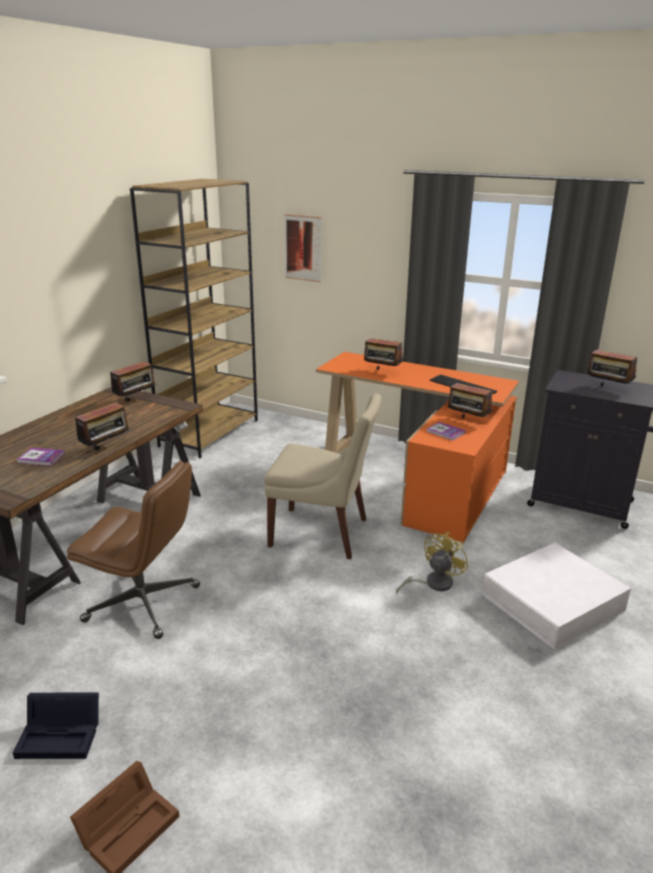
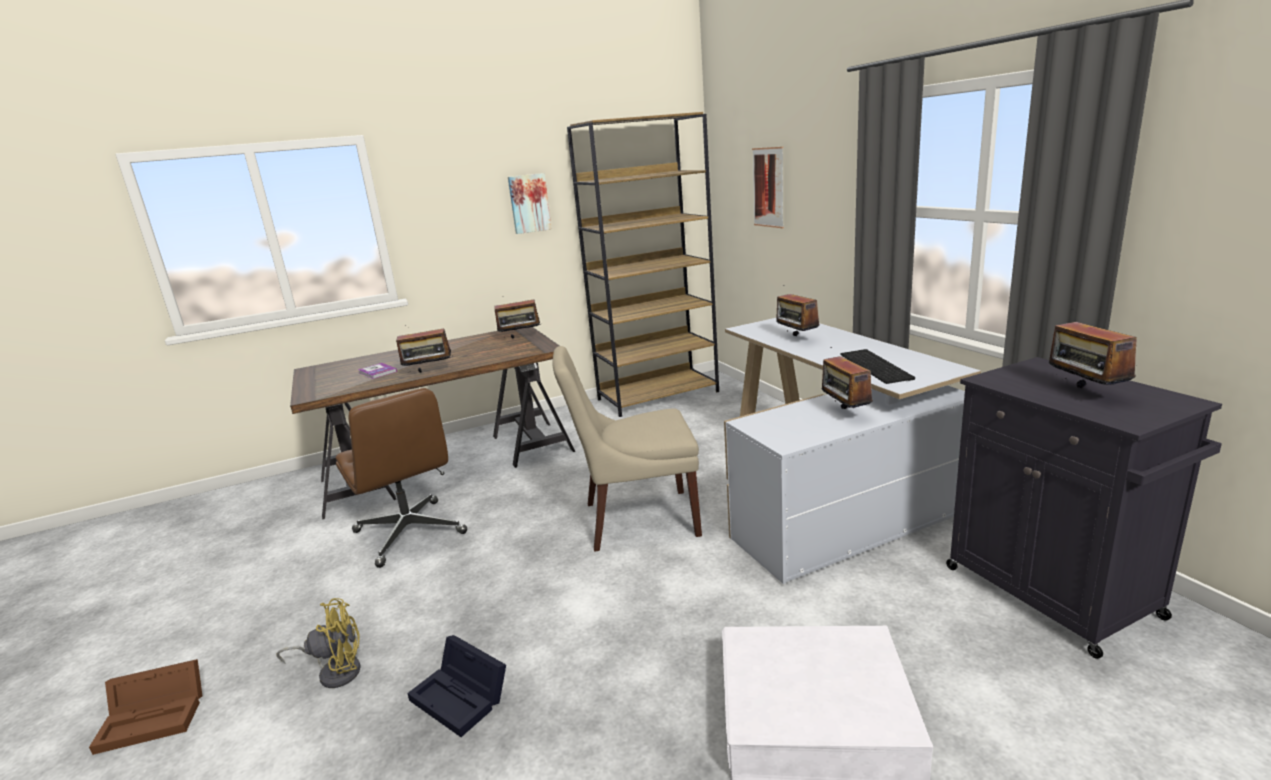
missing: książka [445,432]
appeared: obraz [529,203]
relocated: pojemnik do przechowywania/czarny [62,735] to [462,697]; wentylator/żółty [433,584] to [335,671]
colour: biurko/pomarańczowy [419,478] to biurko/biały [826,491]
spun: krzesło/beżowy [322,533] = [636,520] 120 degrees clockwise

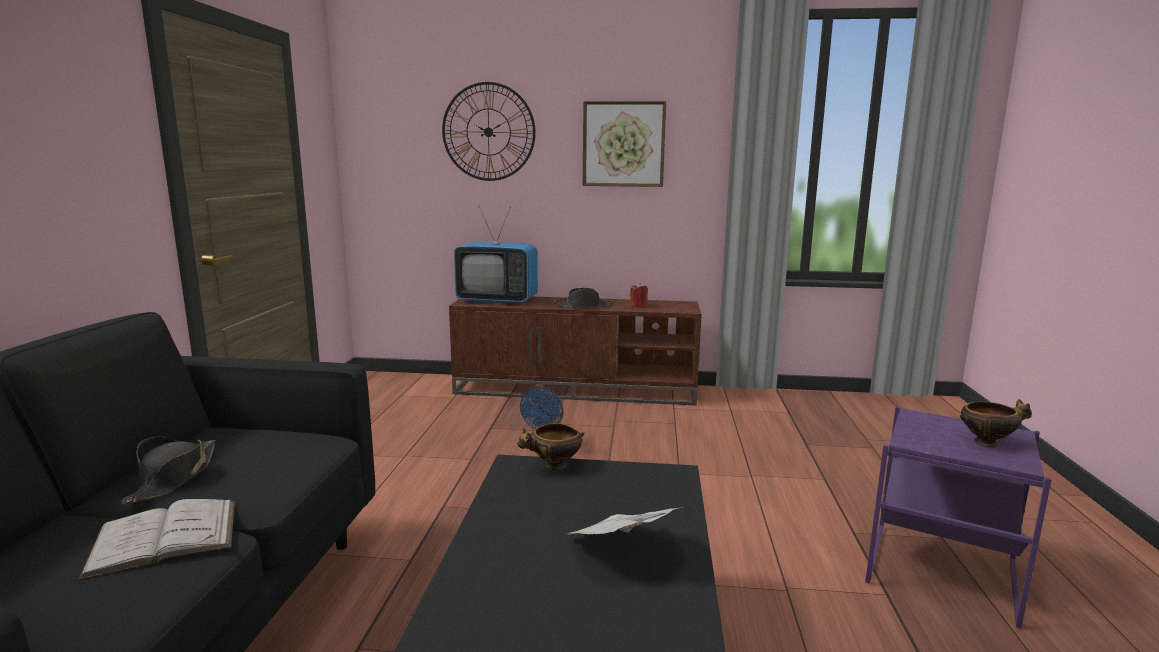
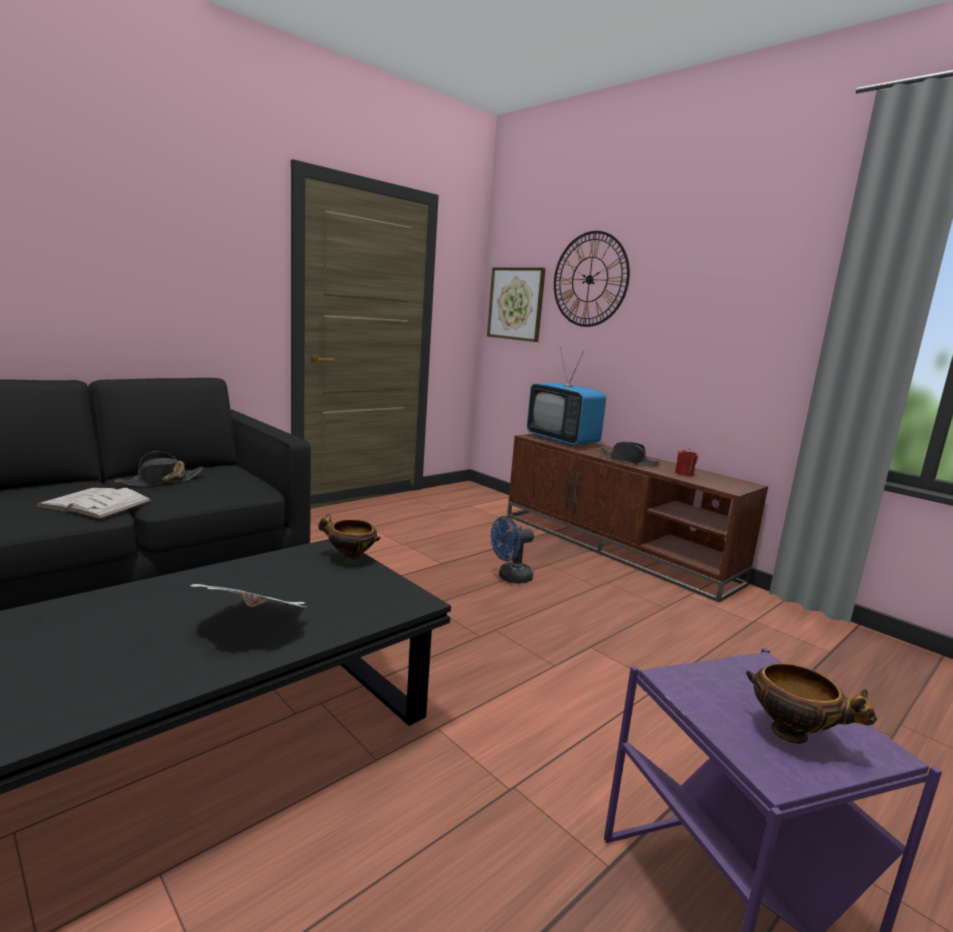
relocated: obraz [623,144] to [516,304]

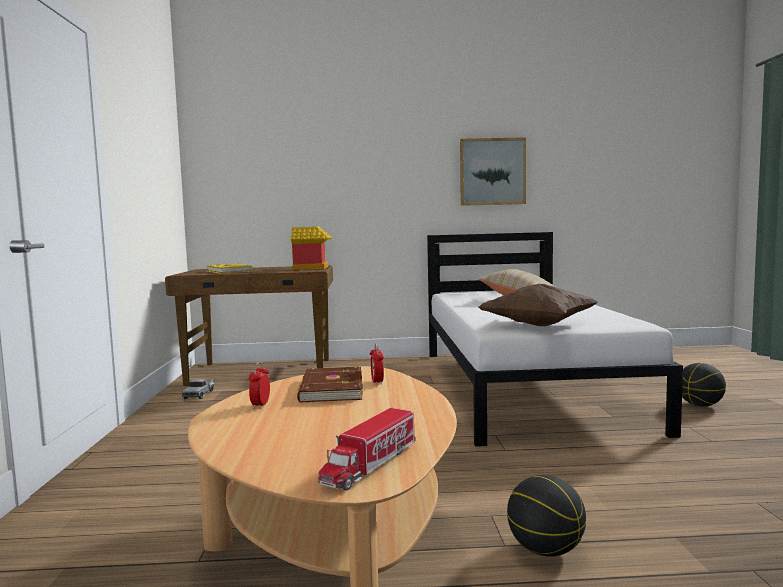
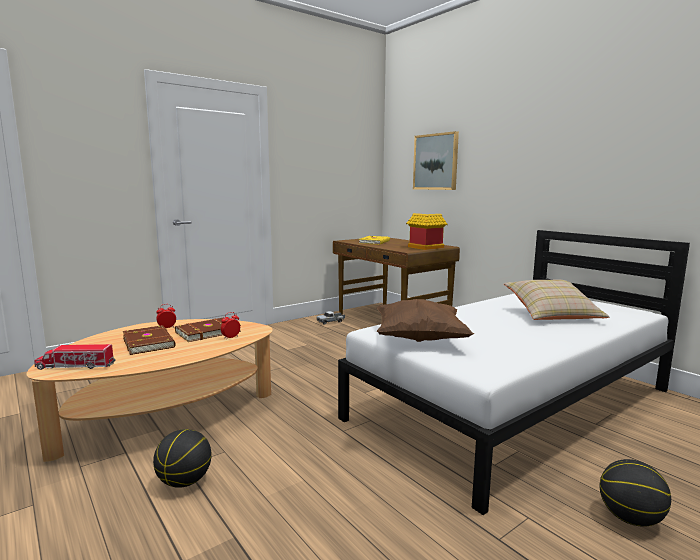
appeared: książka/brązowy [149,342]
relocated: obraz [492,172] to [435,162]

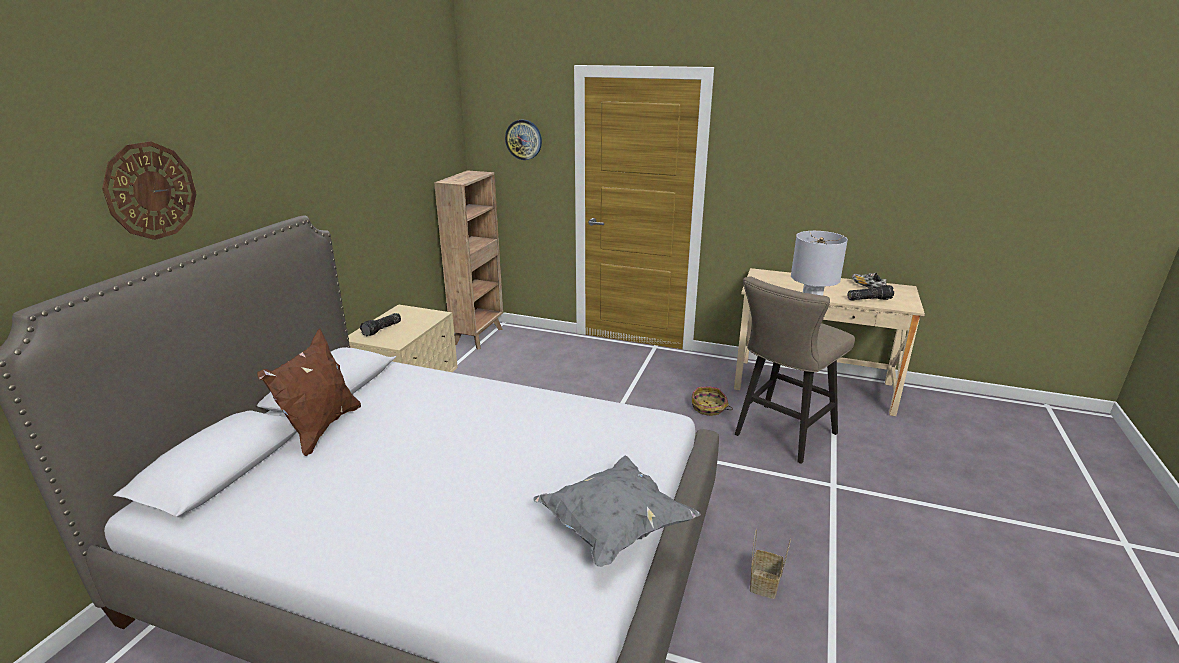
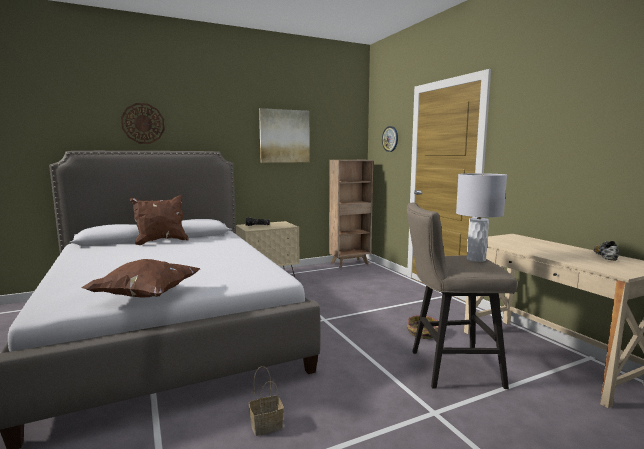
missing: latarka [869,299]
appeared: obraz [284,136]
colour: poduszka/szary [614,528] to poduszka/brązowy [145,296]

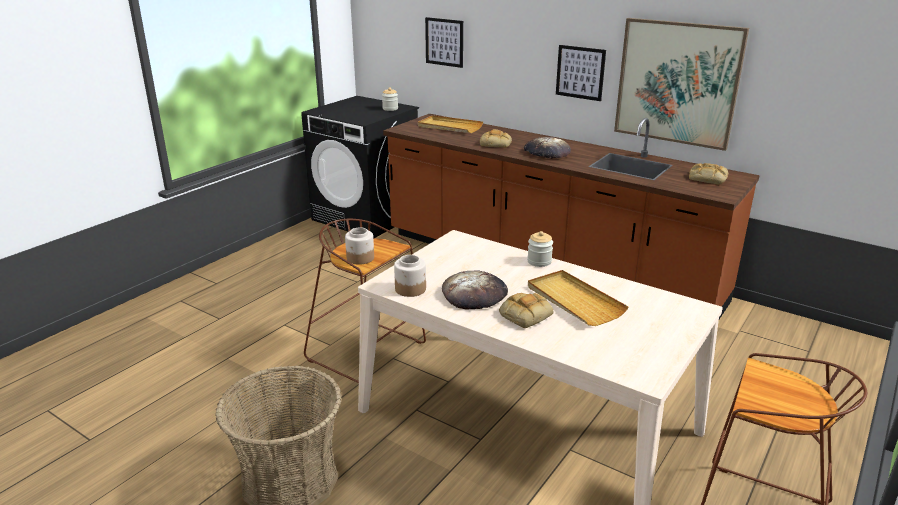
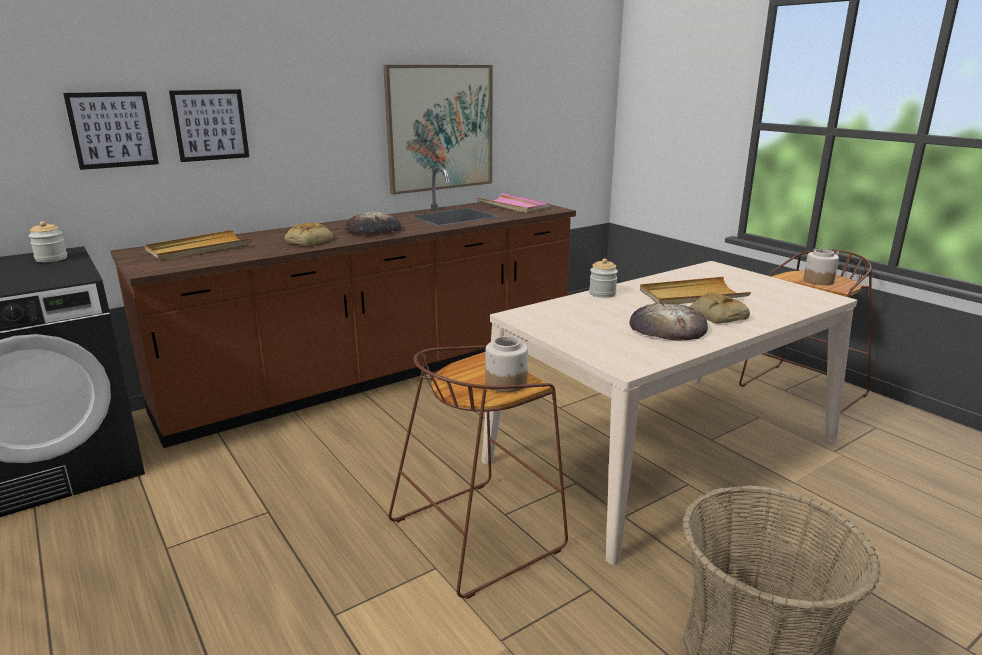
relocated: słoik [411,289] to [818,281]; obraz [580,72] to [210,125]
exchanged: chleb [707,178] to taca/różowy [513,206]

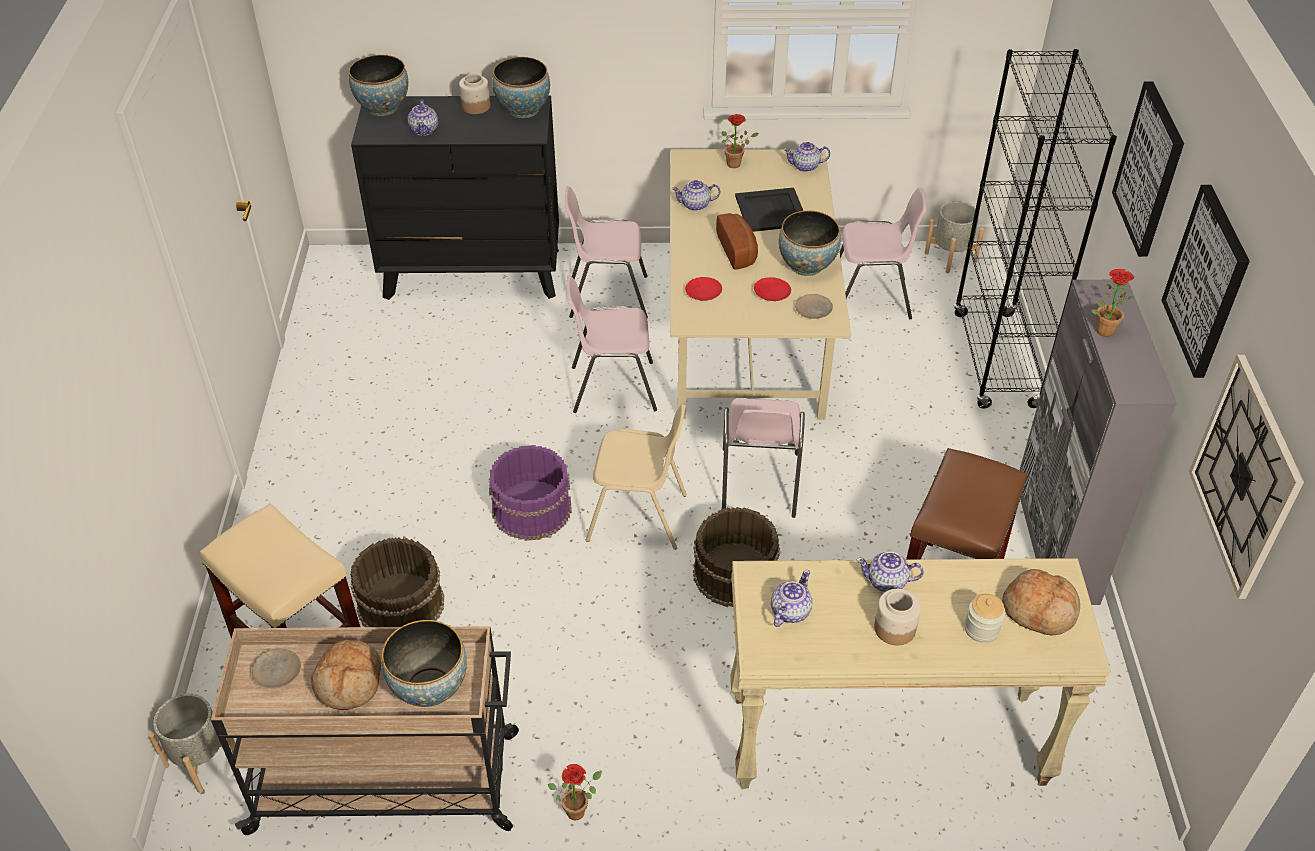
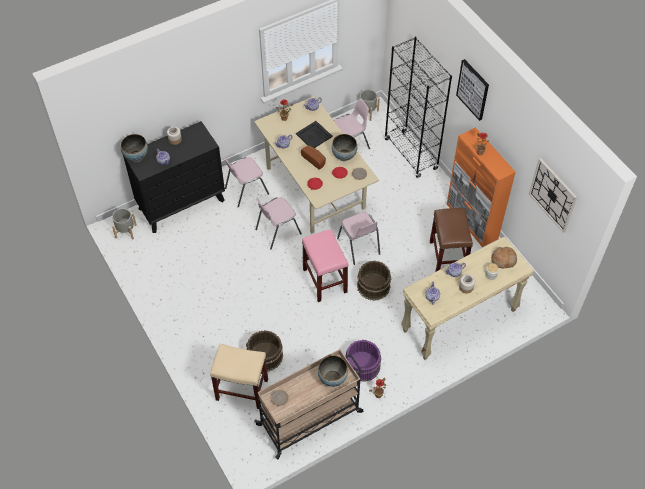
missing: chleb [349,681]; miska [523,110]; obraz [1207,281]
relocated: donica/szary [201,759] to [126,231]; wiadro/fioletowy [530,509] to [362,365]
exchanged: krzesło/beżowy [638,517] to stołek/różowy [325,281]
colour: szafka/szary [1056,542] to szafka/pomarańczowy [472,221]

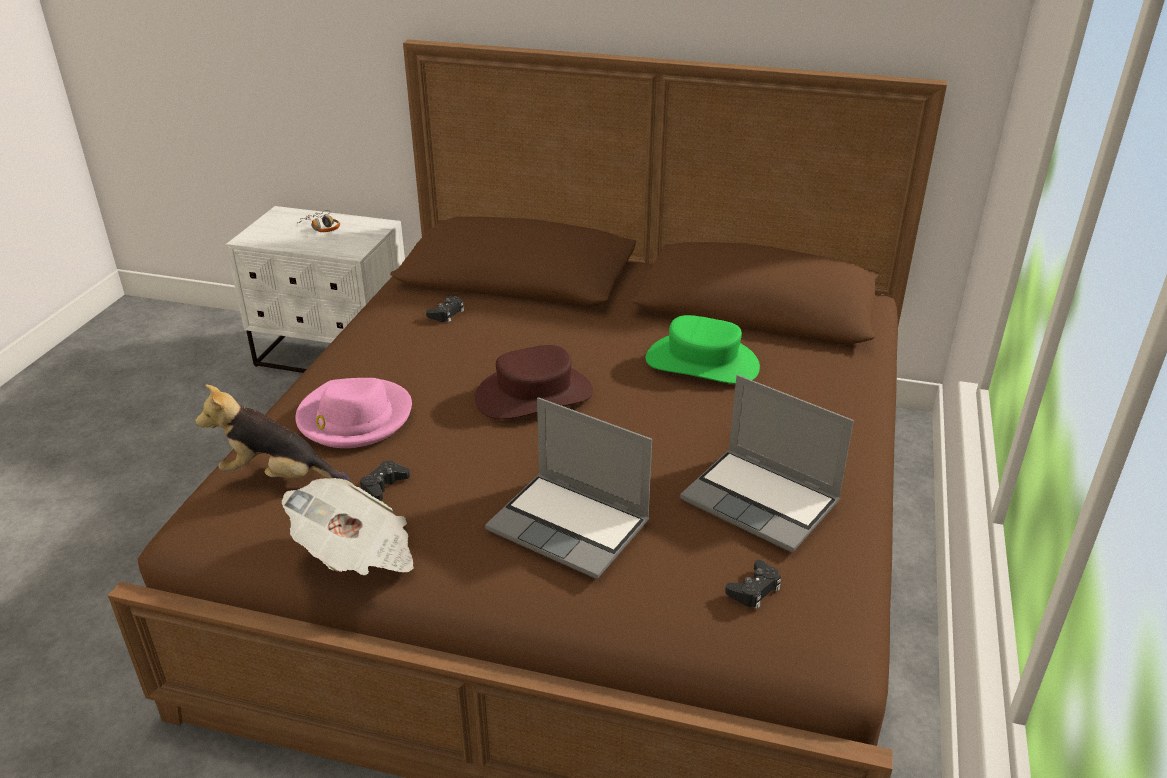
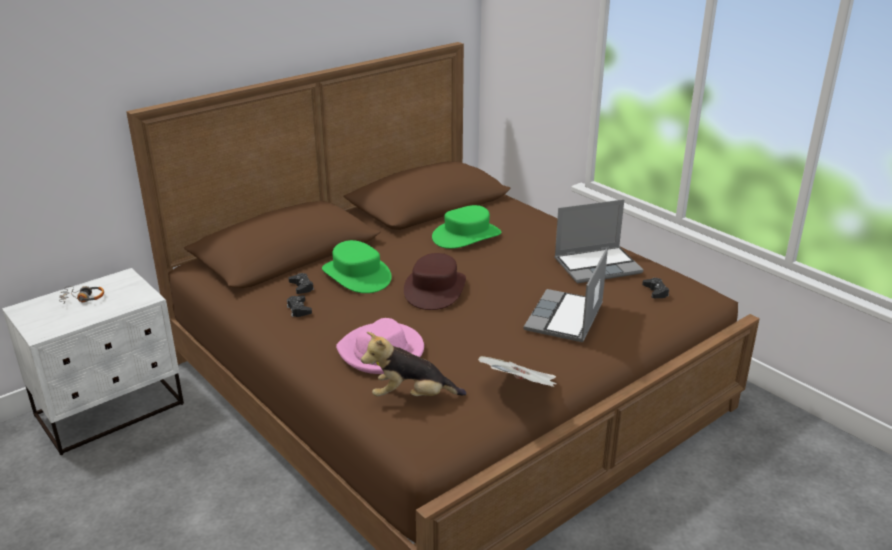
appeared: kapelusz/zielony [357,275]
relocated: pad do gier/czarny [384,485] to [299,309]
spun: pluszak [278,476] = [412,397] 45 degrees clockwise; laptop [571,526] = [565,318] 135 degrees clockwise

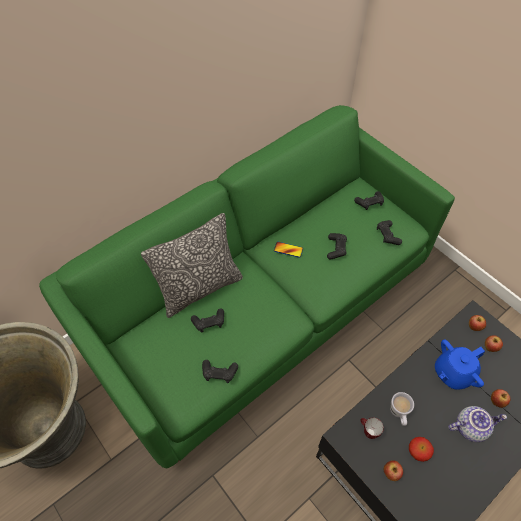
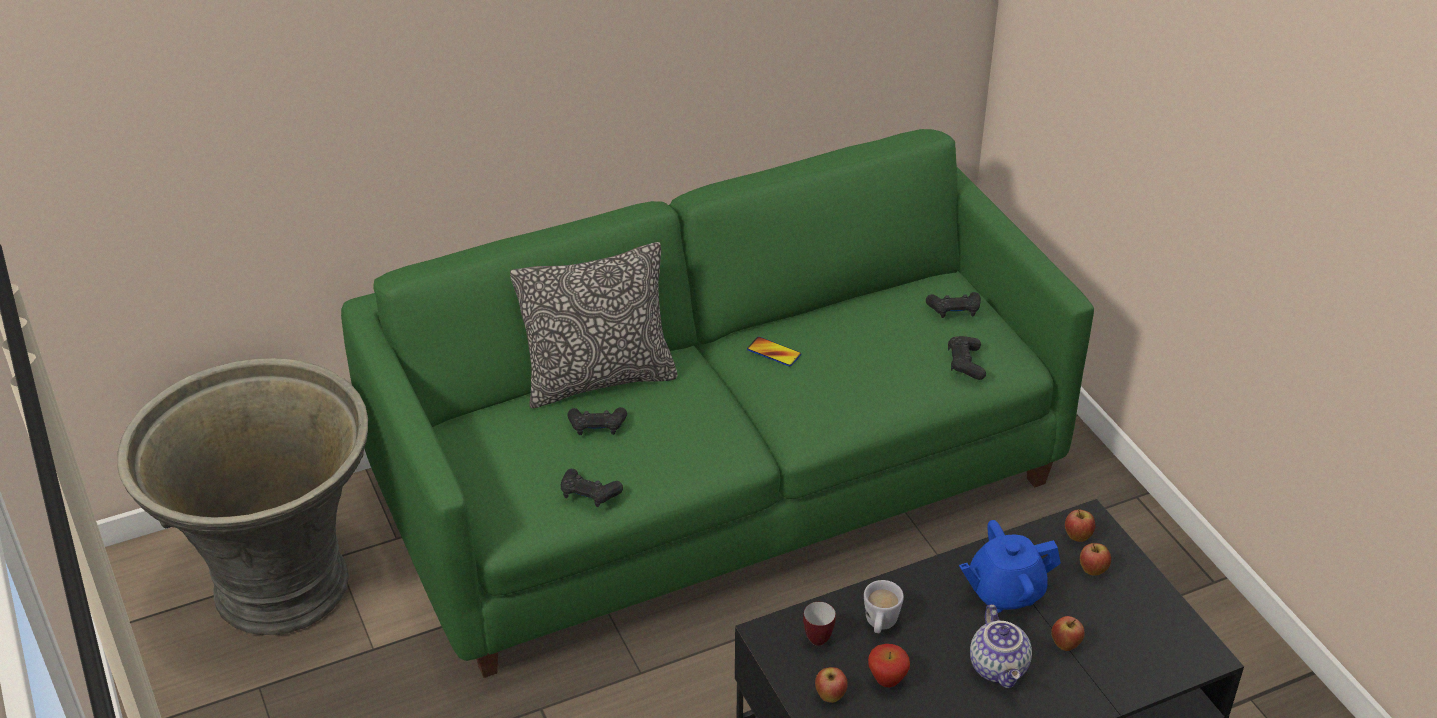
missing: pad do gier/czarny [336,248]
spun: imbryk [470,426] = [1000,668] 75 degrees clockwise

